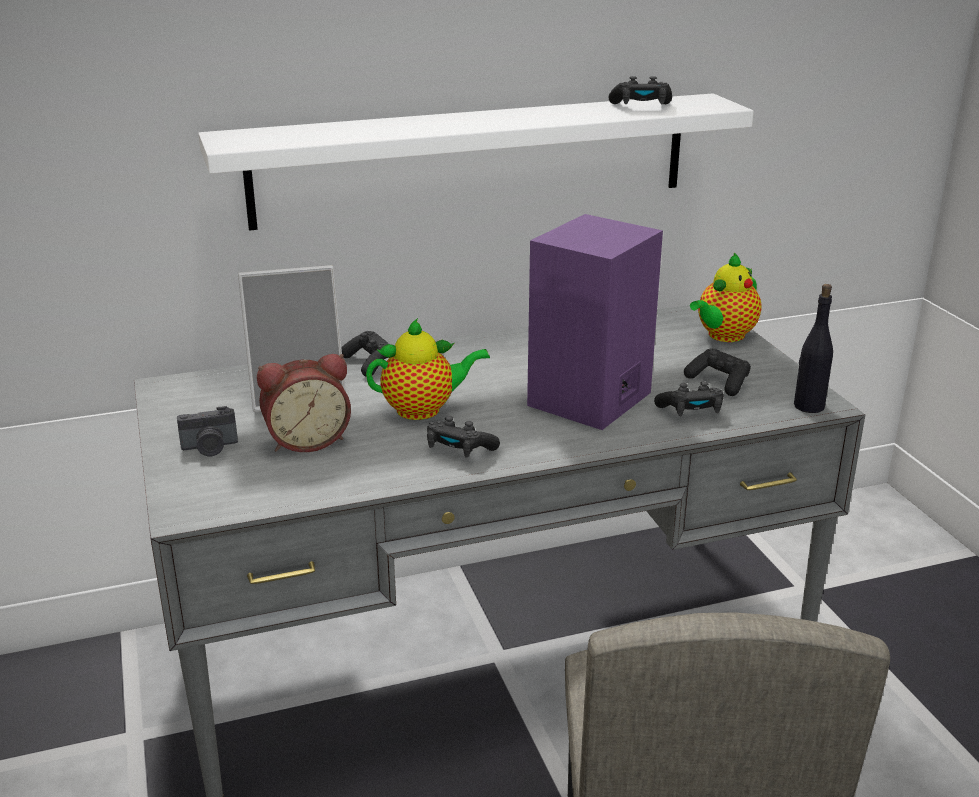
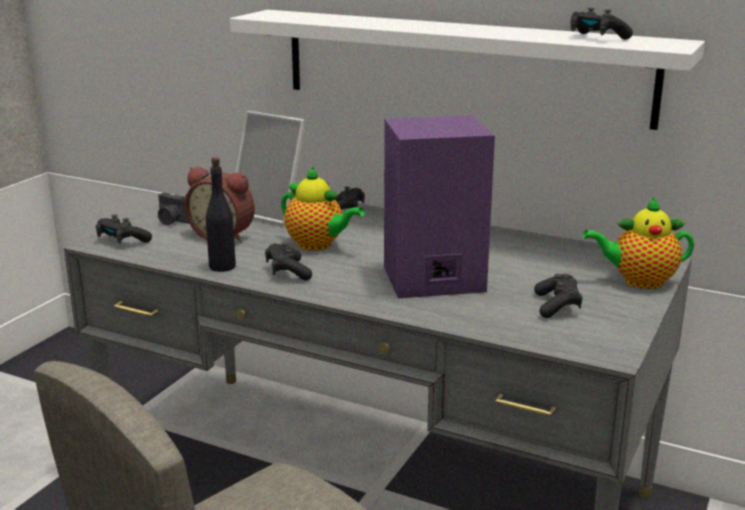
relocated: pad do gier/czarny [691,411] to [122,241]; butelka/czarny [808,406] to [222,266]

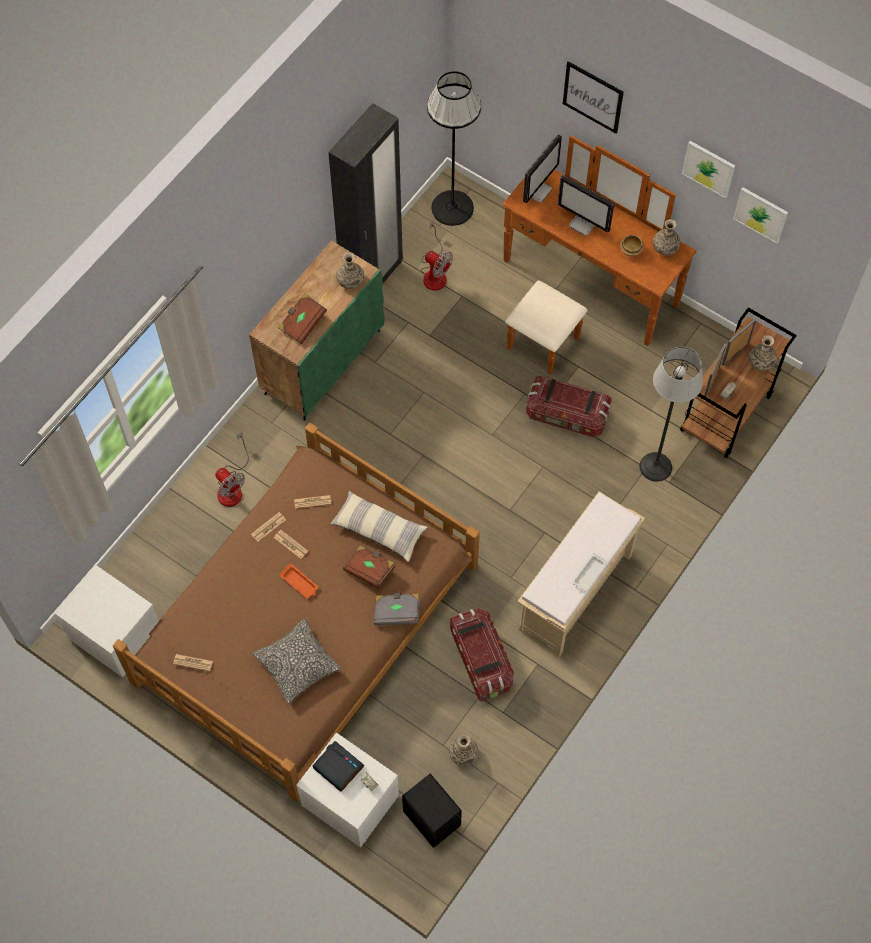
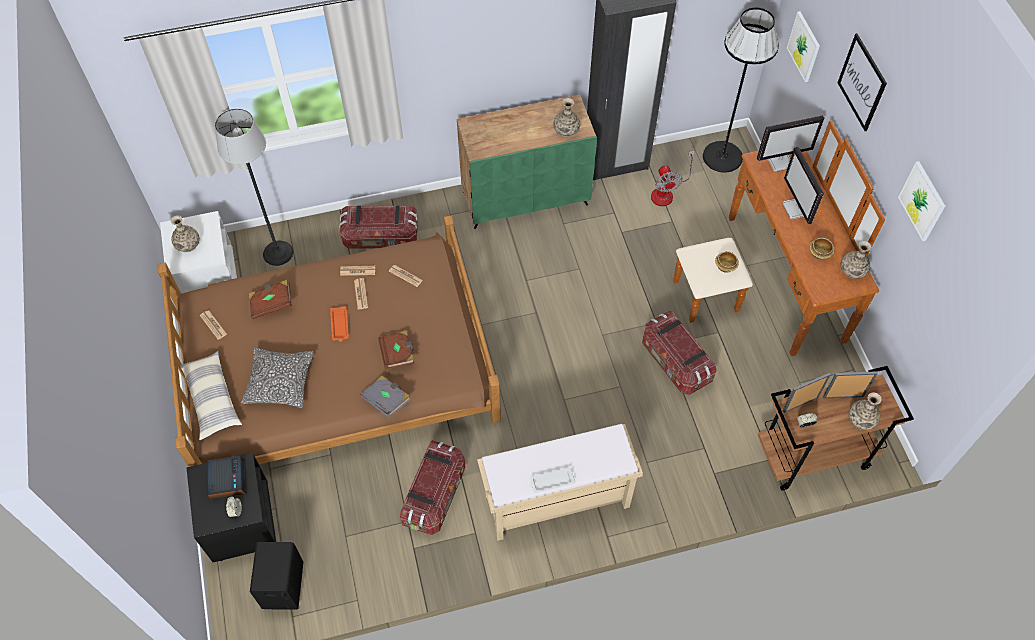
appeared: miska [725,266]
relocated: książka/brązowy [302,323] to [272,304]; poduszka [379,530] to [212,399]; wazon [463,754] to [187,244]; lampa stojąca [655,467] to [277,253]; obraz [761,214] to [804,46]
exchanged: wentylator [232,486] to pojemnik do przechowywania [381,238]
colour: szafka nocna/biały [349,801] to szafka nocna/czarny [239,520]

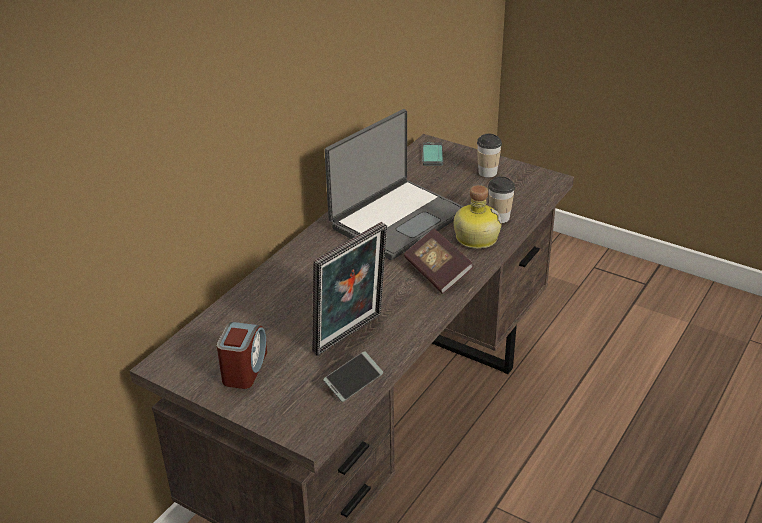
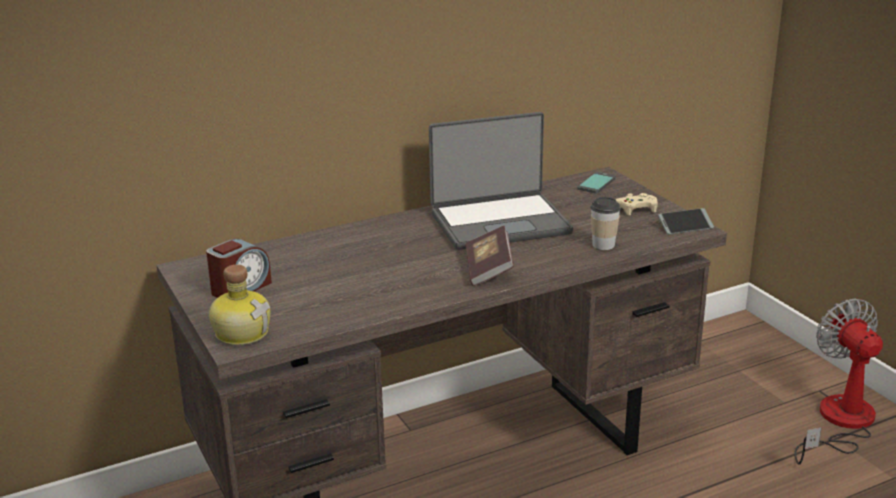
missing: ramka na zdjęcie [351,336]
appeared: wentylator [839,423]
relocated: telefon [353,381] to [685,226]; butelka [475,237] to [242,332]
exchanged: filiżanka [487,172] to pad do gier/beżowy [636,209]

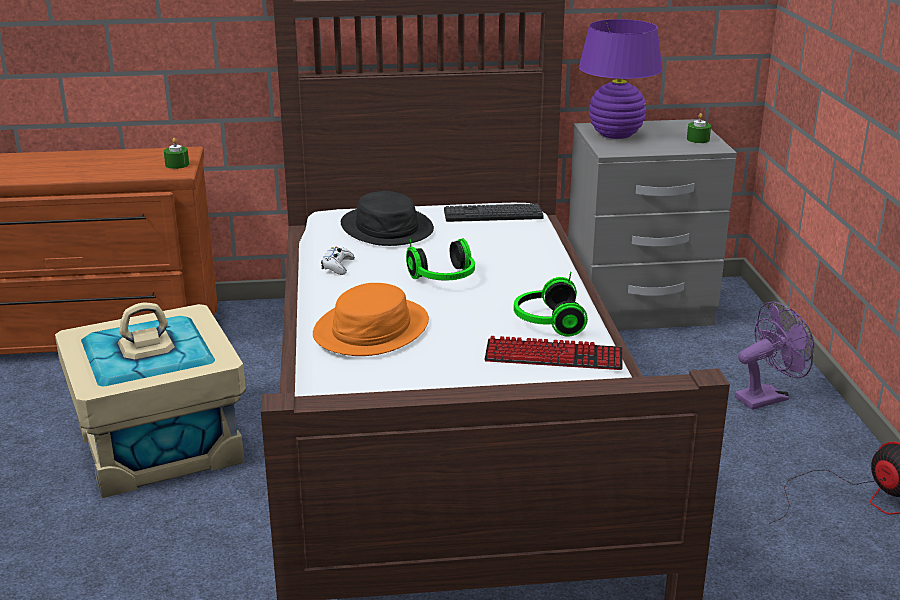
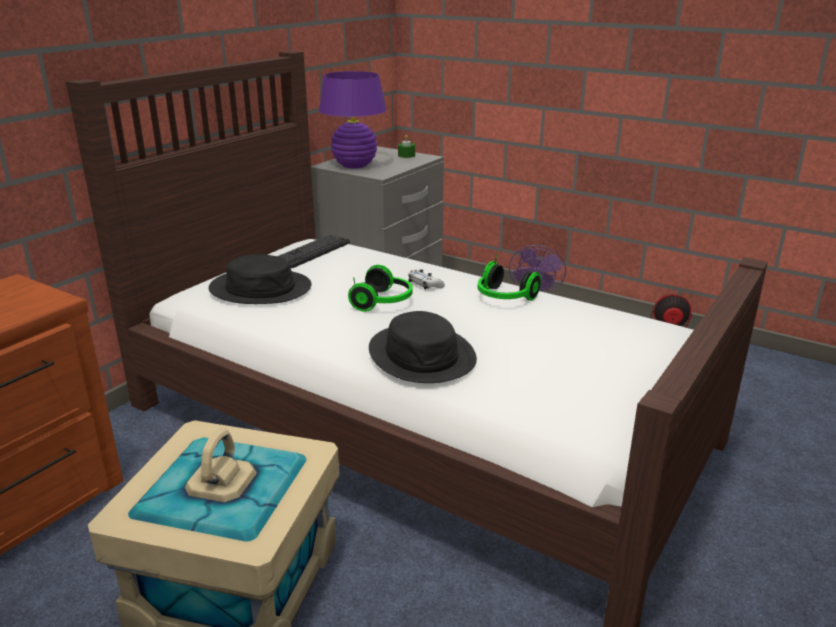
missing: świeca/zielony [177,164]; klawiatura [553,357]
relocated: pad do gier/biały [337,266] to [425,284]
colour: kapelusz/pomarańczowy [372,329] to kapelusz/czarny [422,355]

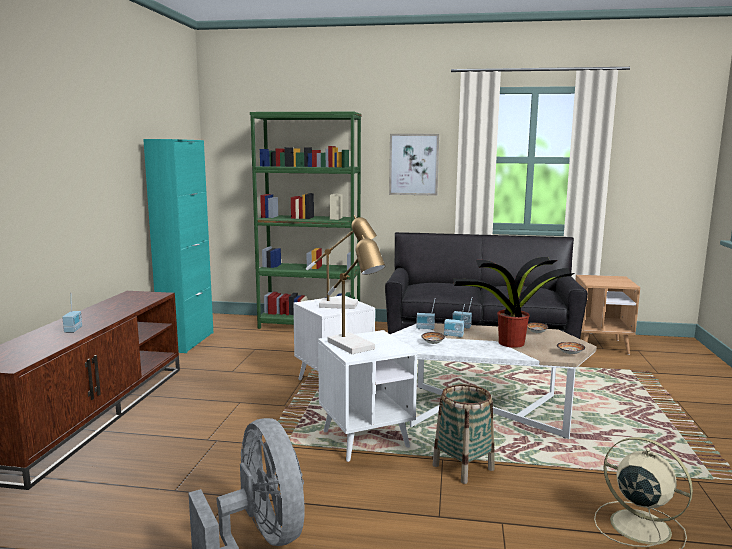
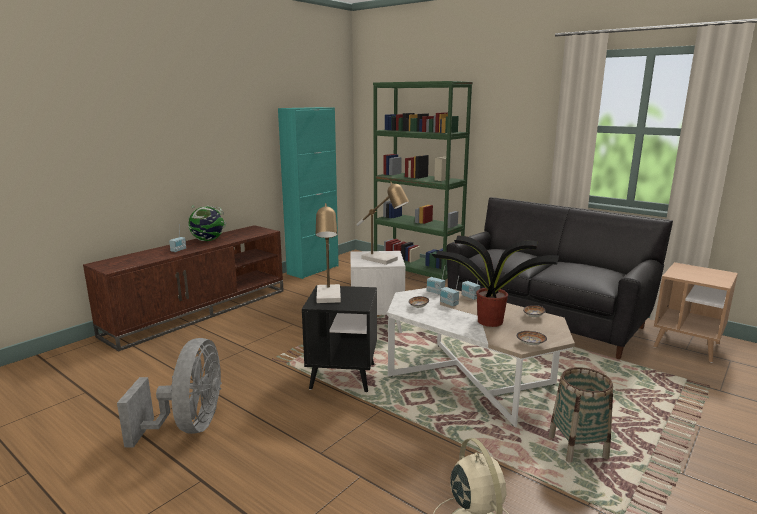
missing: obraz [414,164]
appeared: globus [208,240]
relocated: koszyk [463,467] to [578,447]
colour: stolik/biały [365,439] to stolik/czarny [343,376]

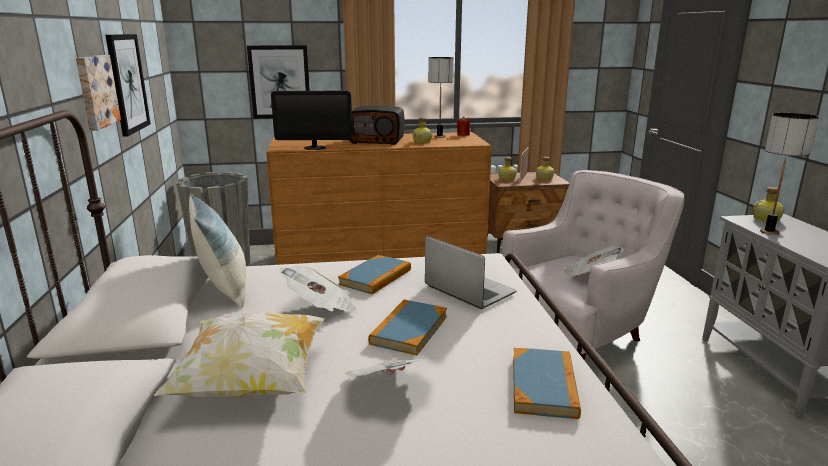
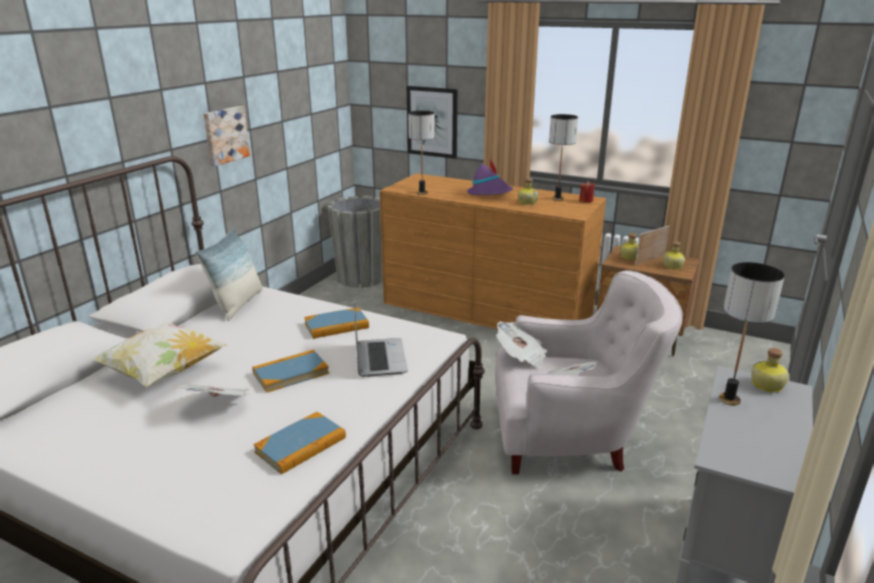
missing: obraz [127,83]
relocated: gazeta [322,308] to [521,357]
exchanged: monitor [314,147] to lampa stołowa [422,193]; radio [377,140] to kapelusz/fioletowy [489,193]

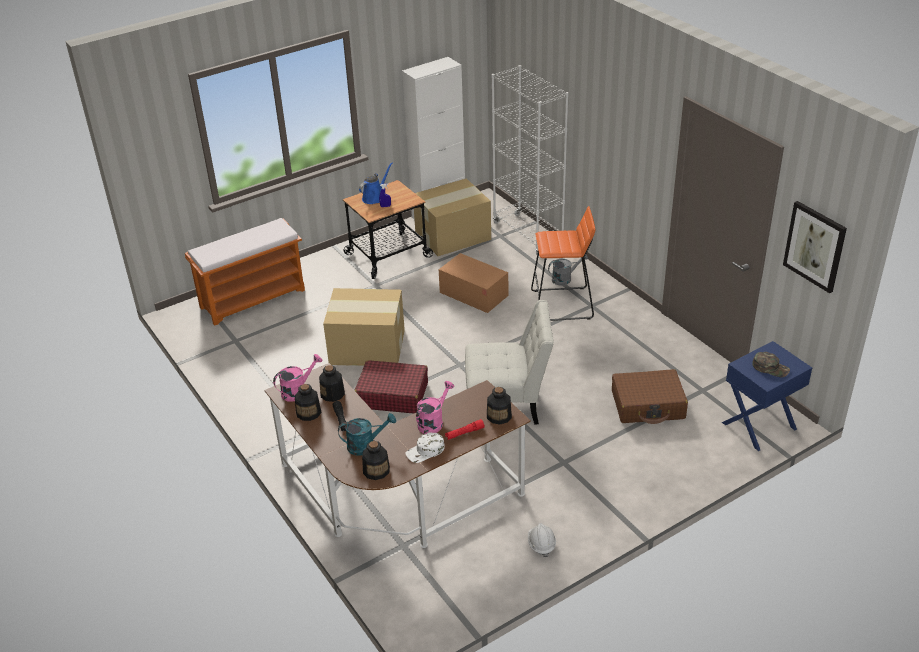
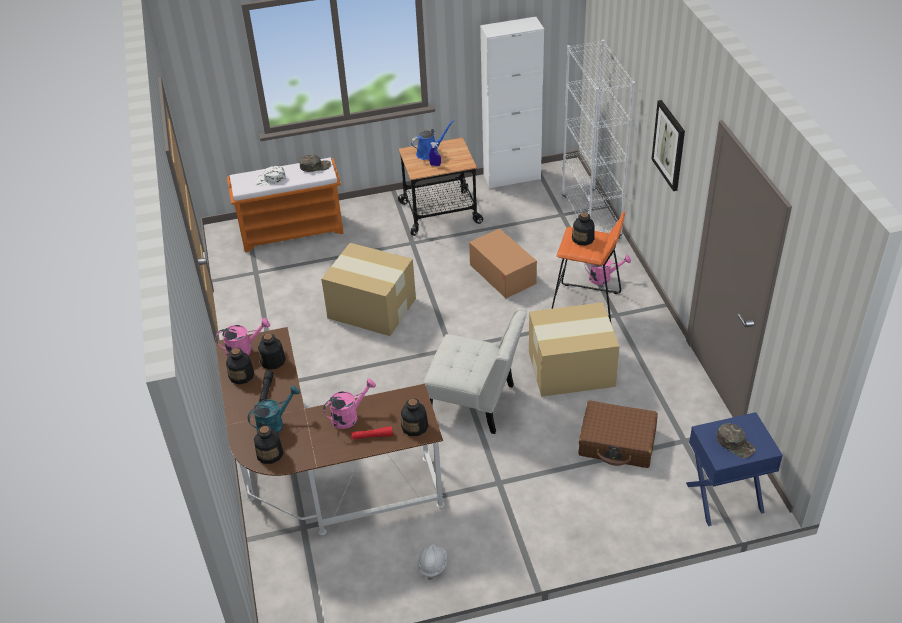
missing: walizka/czerwony [392,395]
appeared: czapka z daszkiem/zielony [315,166]; butelka [583,239]
relocated: czapka z daszkiem/biały [425,451] to [270,179]; karton [454,235] to [572,369]; obraz [815,246] to [669,145]
colour: konewka/szary [565,279] to konewka/różowy [604,278]
spun: konewka/turkusowy [366,445] = [274,424] 45 degrees counterclockwise

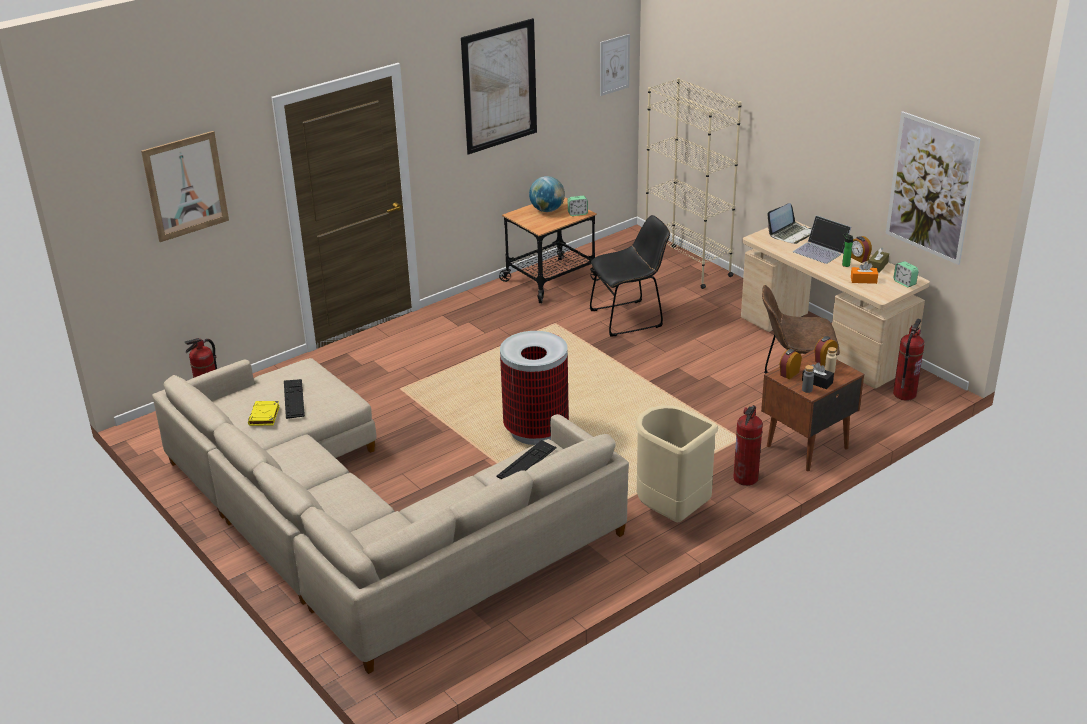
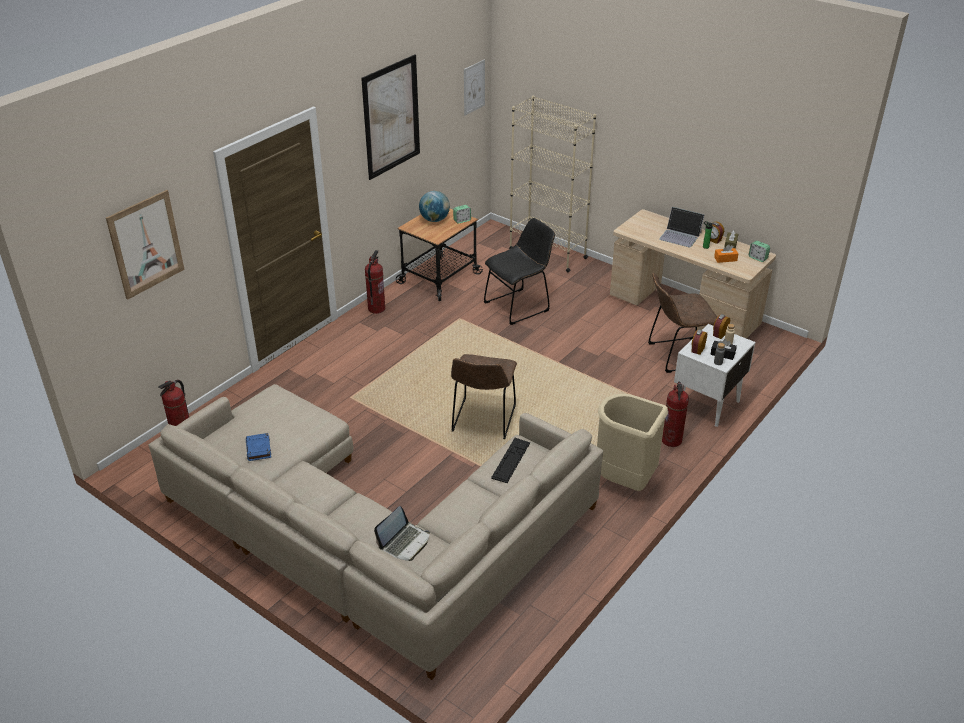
missing: klawiatura [294,398]; obraz [931,188]
relocated: laptop [790,234] to [404,542]; gaśnica [904,394] to [376,309]
exchanged: kosz na śmieci [535,430] to krzesło/brązowy [483,421]
colour: książka/żółty [264,416] to książka/niebieski [259,449]; szafka nocna/brązowy [806,447] to szafka nocna/biały [706,405]

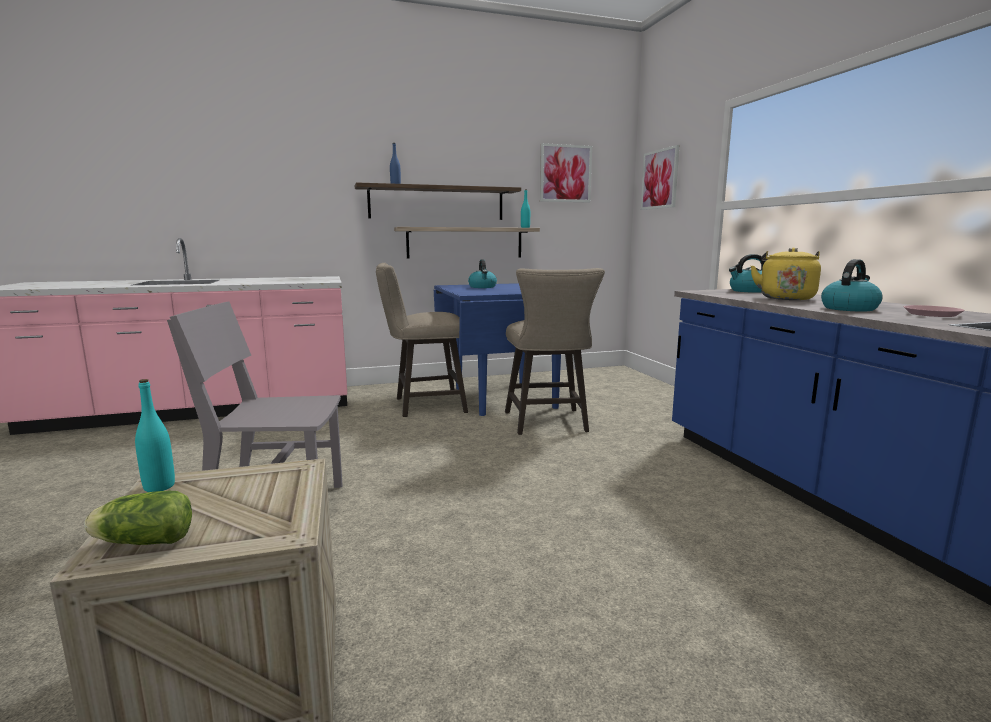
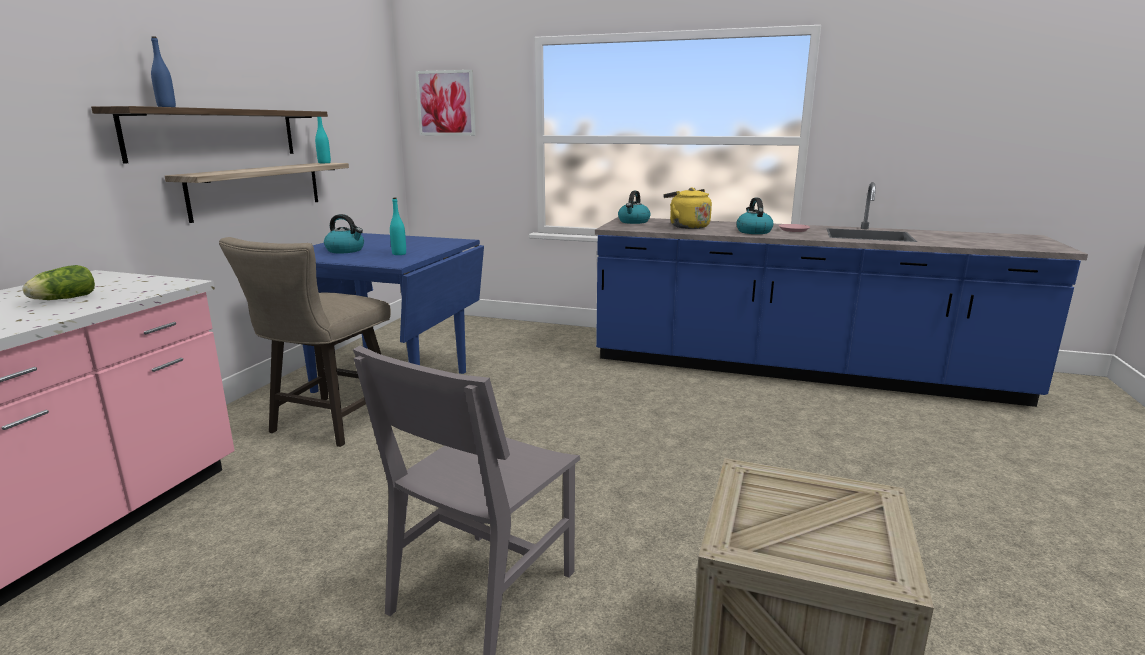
missing: stołek/beżowy [548,424]; obraz [565,173]
relocated: sałata [142,541] to [62,299]; butelka/turkusowy [159,487] to [399,254]

